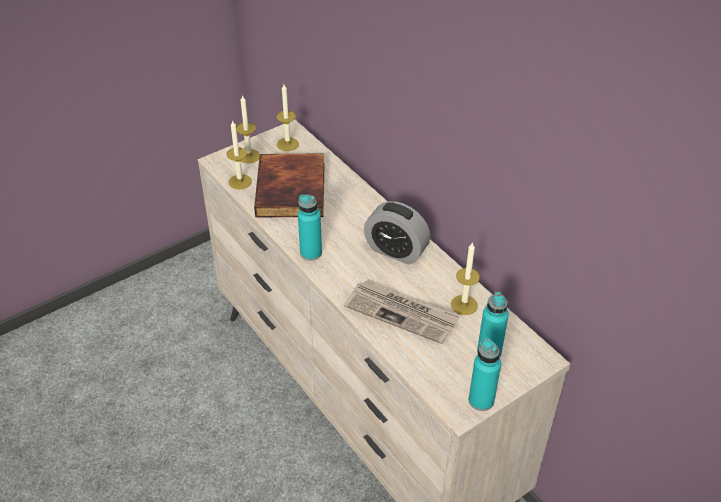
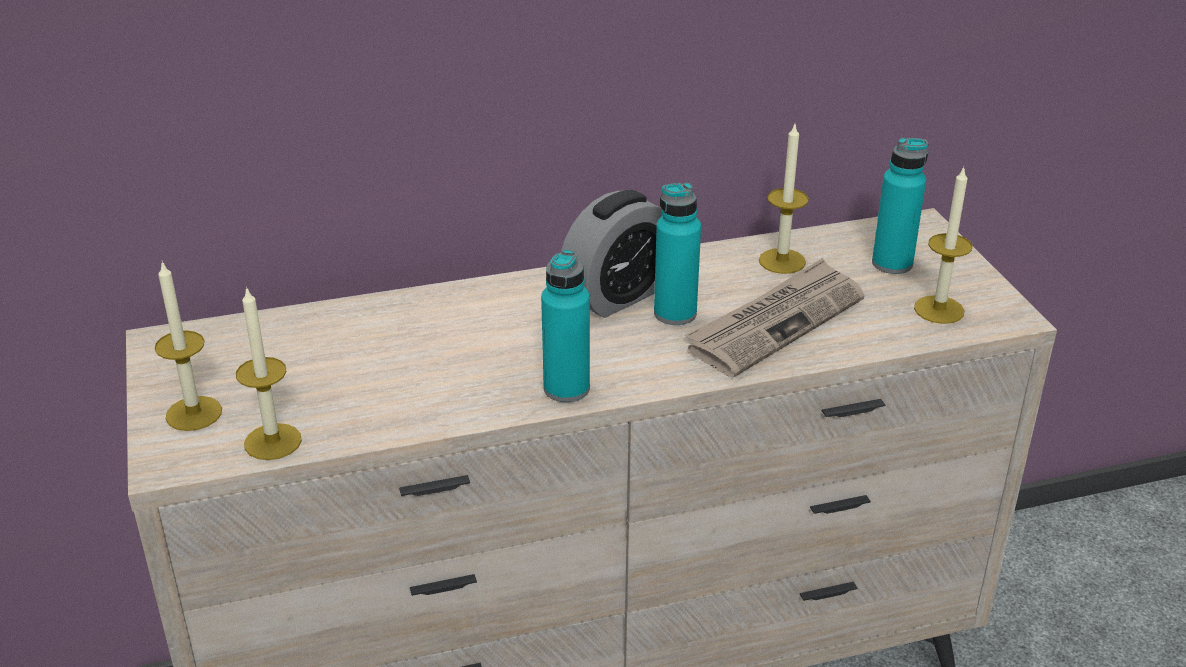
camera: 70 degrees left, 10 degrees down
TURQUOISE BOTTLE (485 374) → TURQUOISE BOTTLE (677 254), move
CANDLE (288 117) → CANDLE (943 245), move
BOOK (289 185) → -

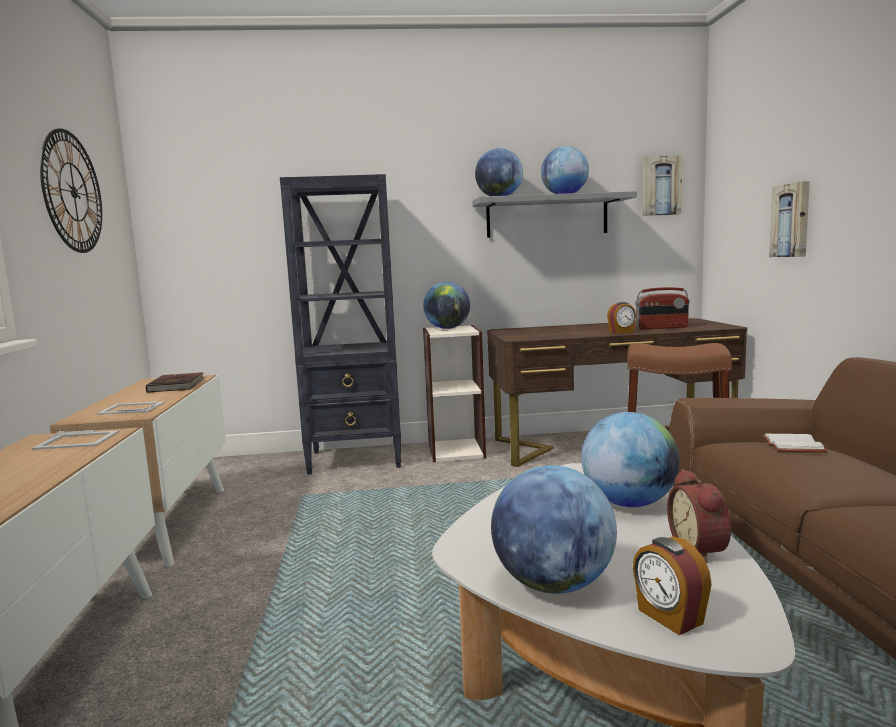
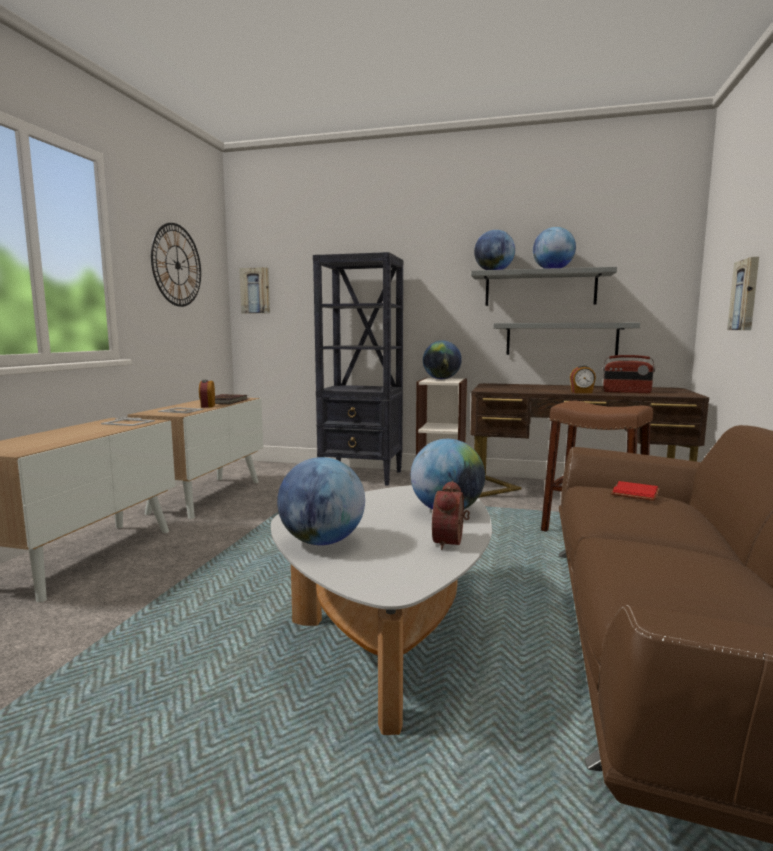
camera: 20 degrees right, 0 degrees up
ALARM CLOCK (672 586) → ALARM CLOCK (207 394), move
PICTURE (662 185) → PICTURE (254 290), move
- → GREY SHELF (567 339)
WHITE BOOK (794 443) → RED BOOK (635 491)

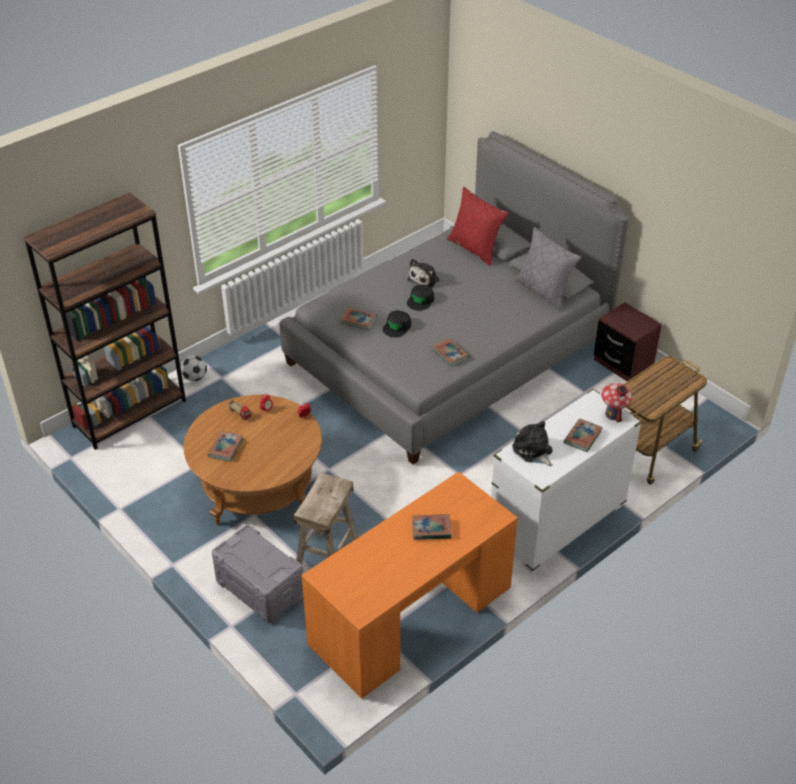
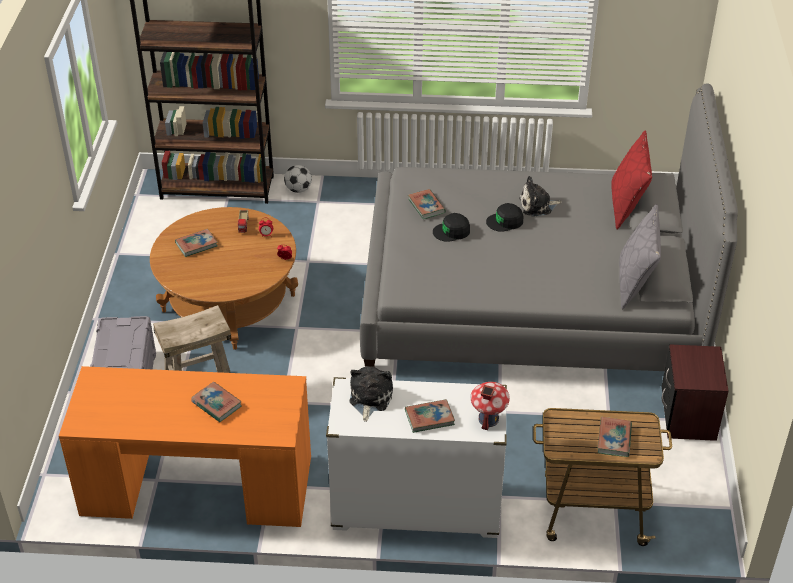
camera: 45 degrees right, 0 degrees up
BOOK (450 353) → BOOK (615 437), move

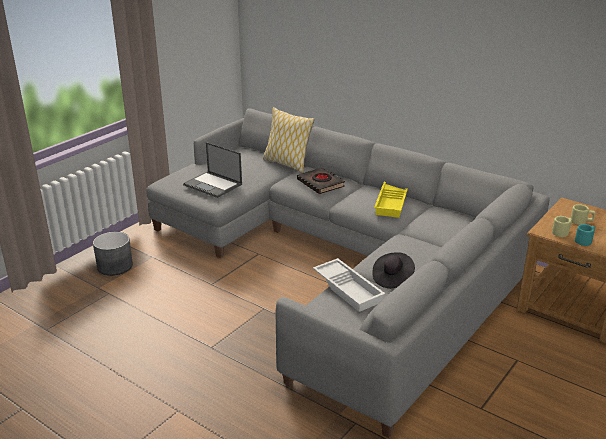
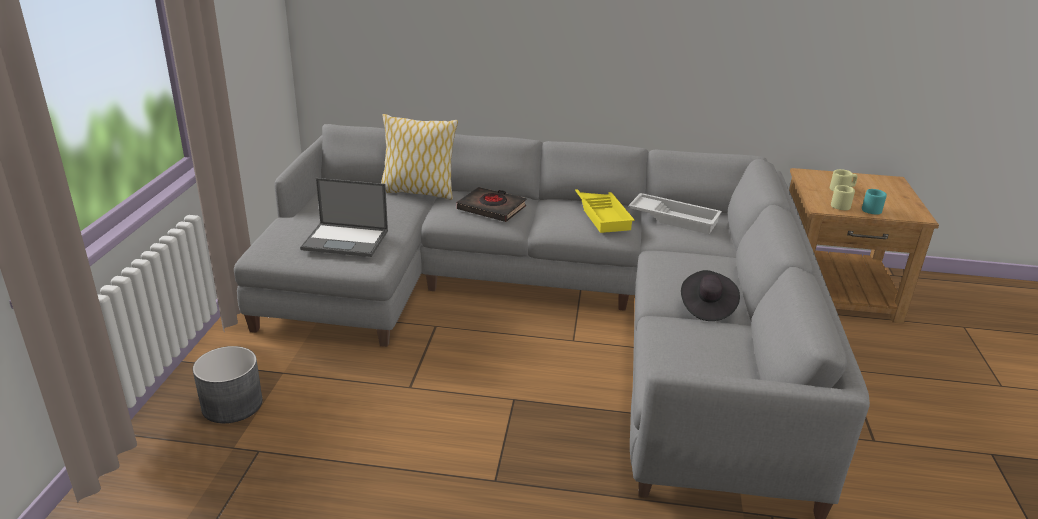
camera: 30 degrees left, 0 degrees up
WHITE TRAY (349 285) → WHITE TRAY (675 213), move

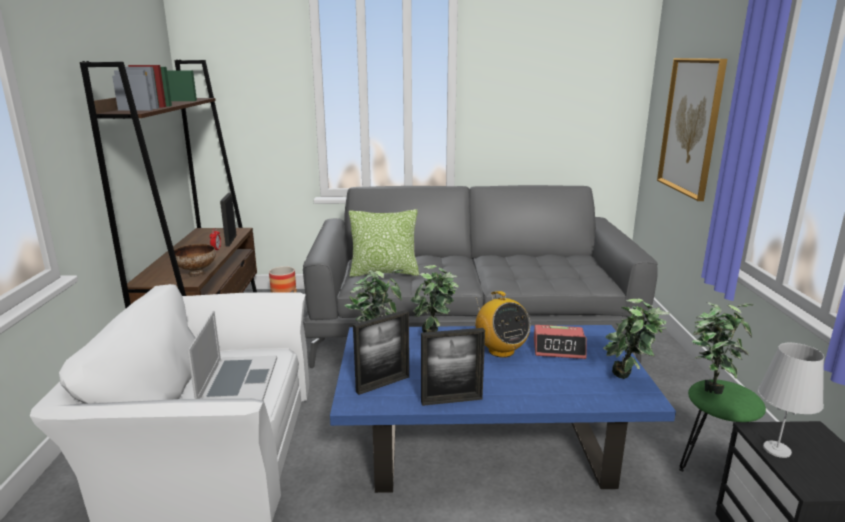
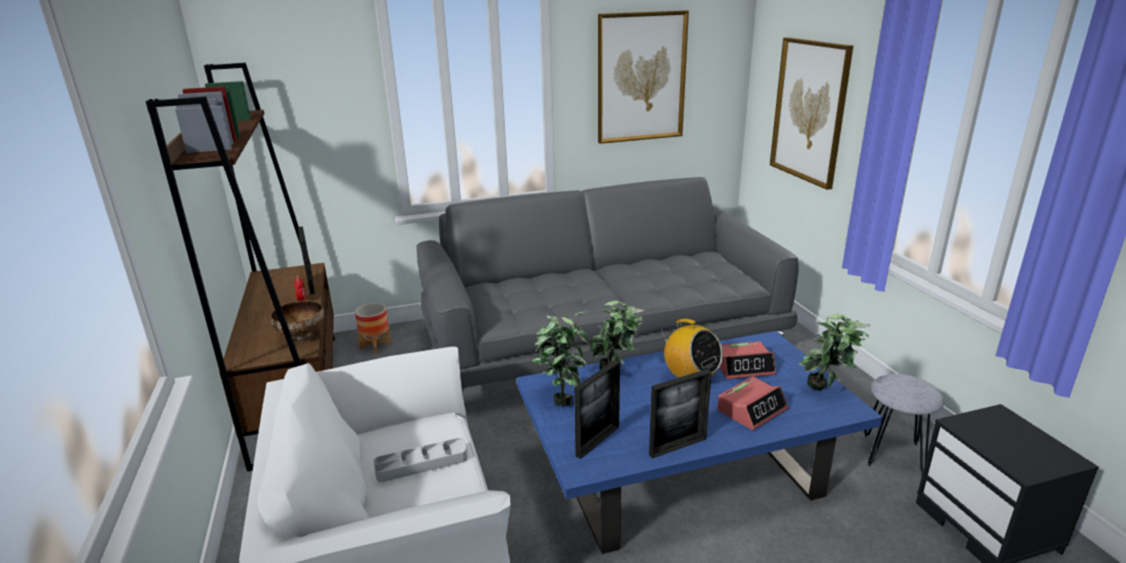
camera: 15 degrees left, 5 degrees up
LAPTOP (232 356) → GREY TRAY (420 460)
- → PICTURE (643 77)
- → ALARM CLOCK (752 403)
GREEN STOOL (722 425) → GREY STOOL (904 424)
PILLOW (384 243) → -
POTTED PLANT (723 348) → -
WHITE TABLE LAMP (791 400) → -

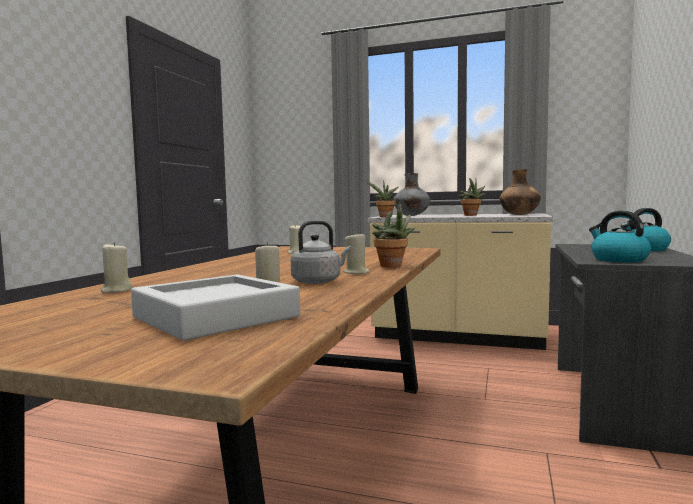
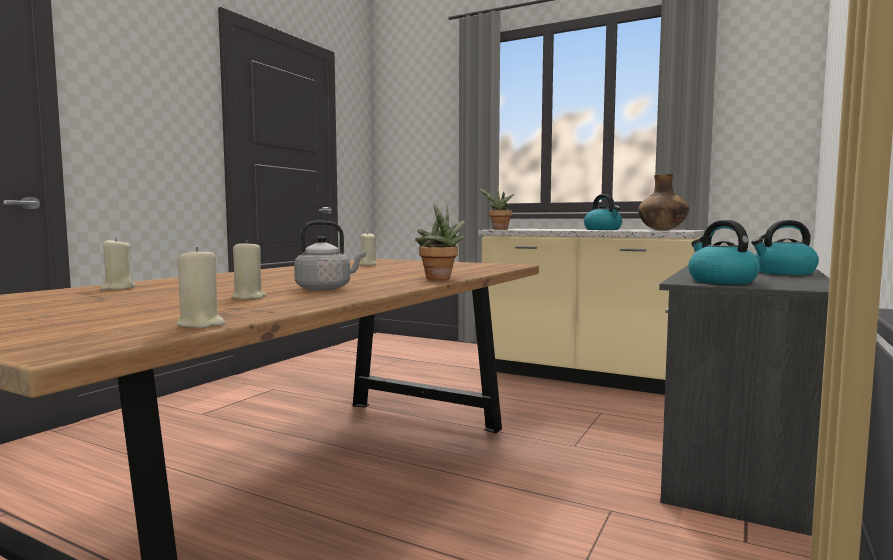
camera: 10 degrees right, 0 degrees up
BEIGE CANDLE (356 253) → BEIGE CANDLE (201 287), move
POTTED PLANT (472 197) → KETTLE (603 212)
GREY TRAY (215 307) → -
GREY VASE (411 194) → -

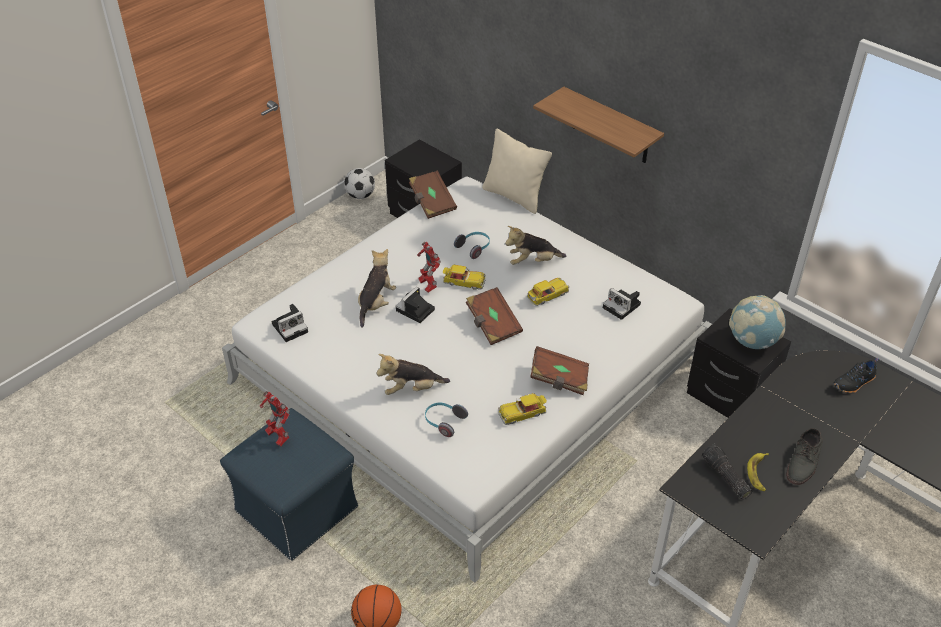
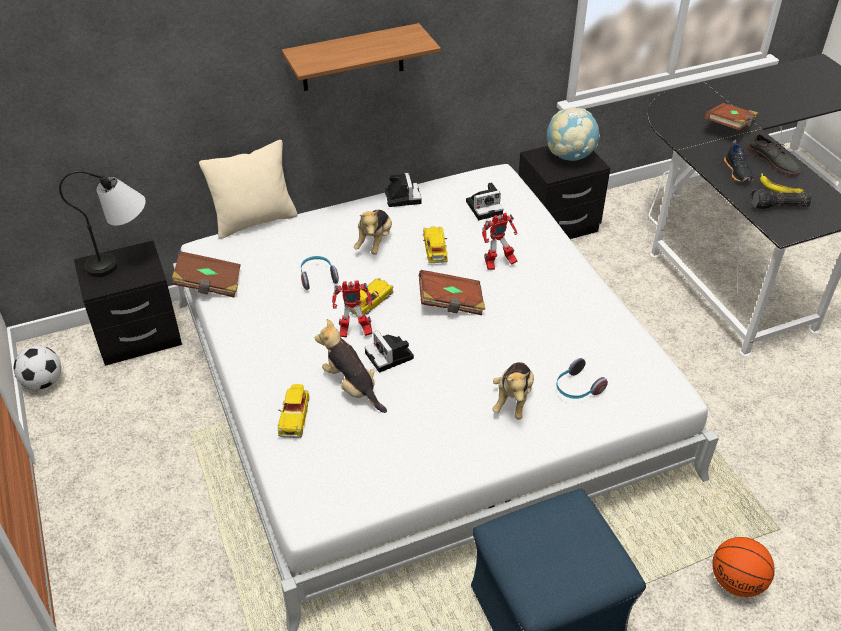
camera: 65 degrees left, 0 degrees up
- → TABLE LAMP (102 224)
TOY CAR (522 409) → TOY CAR (294 411), move
PHOTO CAMERA (290 323) → PHOTO CAMERA (403 190), move
TOY ROBOT (275 418) → TOY ROBOT (500 241), move
BROWN BOOK (559 370) → BROWN BOOK (731 117), move
BLACK SHOE (856 375) → BLACK SHOE (738 161), move

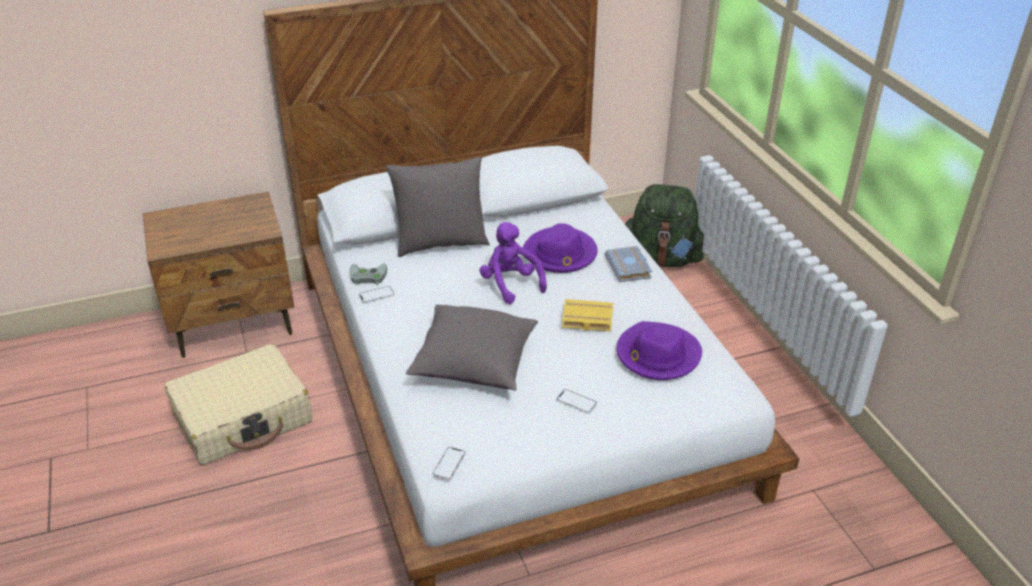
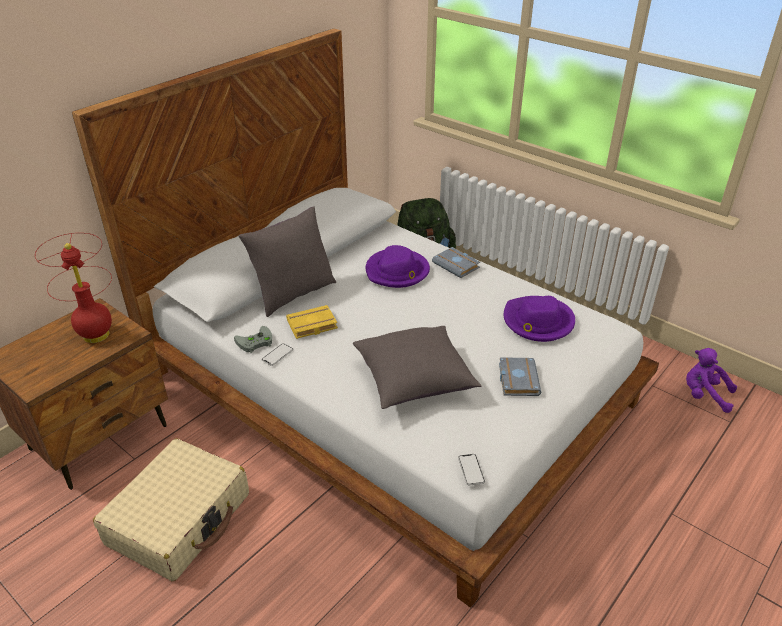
camera: 30 degrees left, 0 degrees up
- → RED TABLE LAMP (73 288)
YELLOW BOOK (587 315) → YELLOW BOOK (312 322), move
PHONE (576 401) → GREY BOOK (520 376)
PURPLE PLUSH TOY (513 263) → PURPLE PLUSH TOY (711 380), move

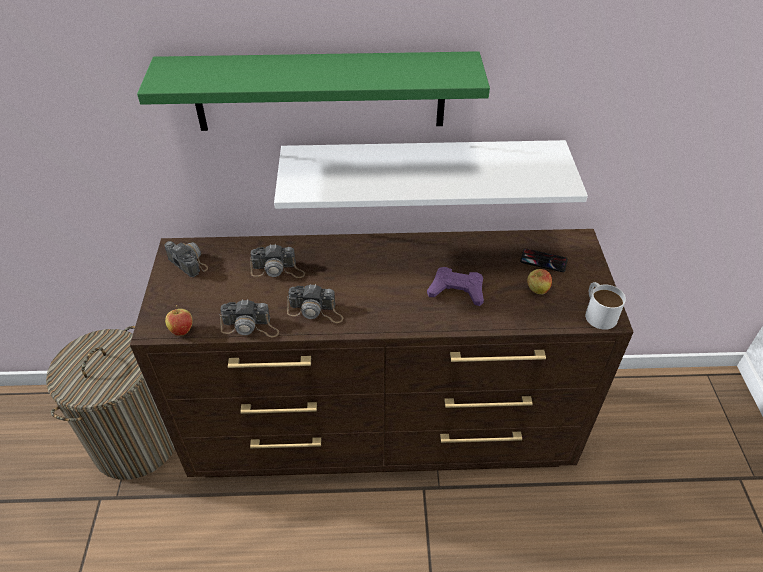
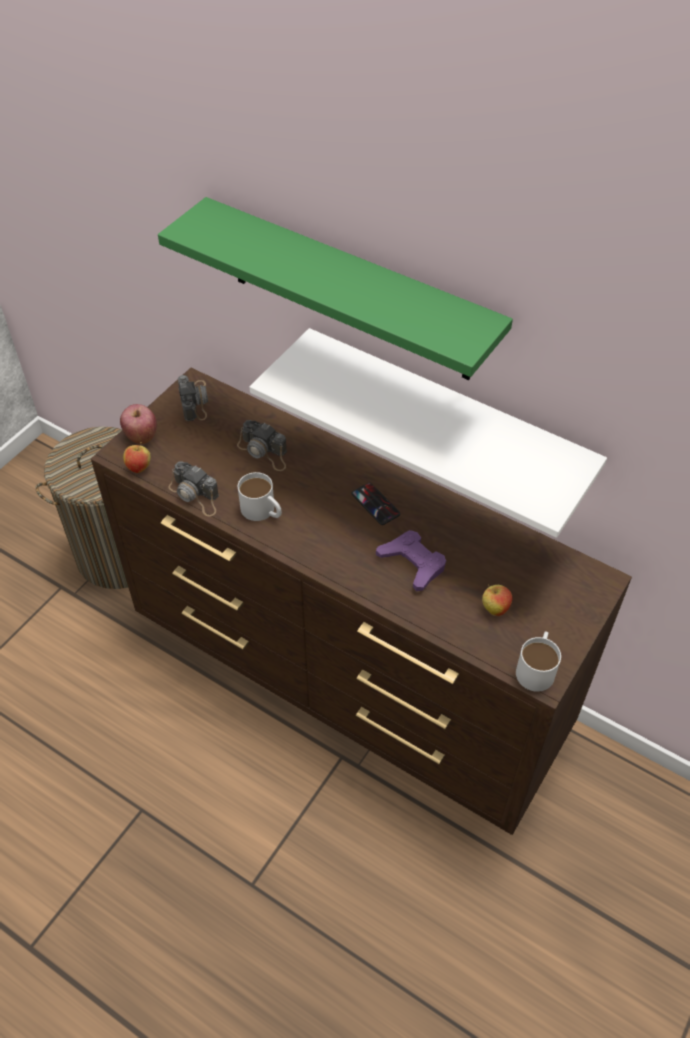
camera: 35 degrees right, 5 degrees up
- → APPLE (138 424)
PHOTO CAMERA (315 303) → WHITE MUG (260 496)
PHONE (544 260) → PHONE (376 504), move

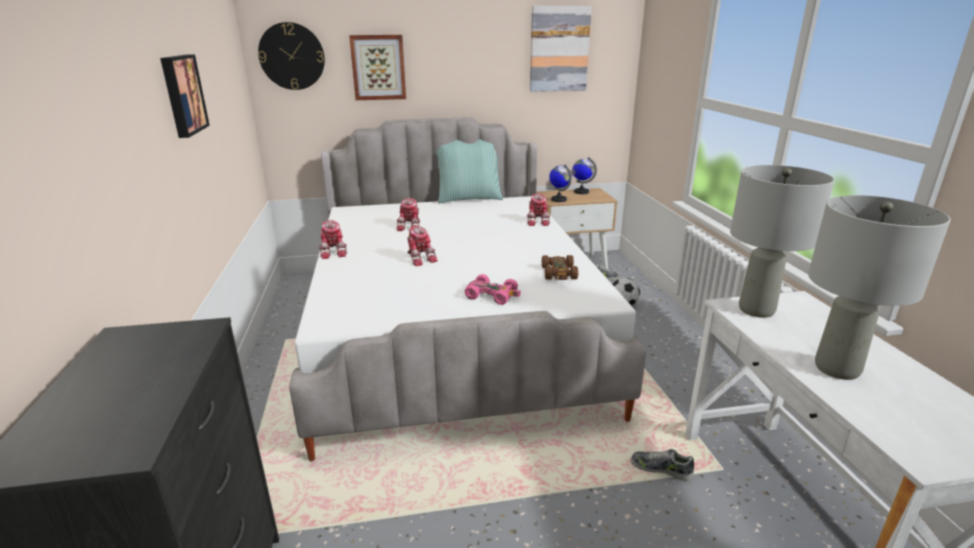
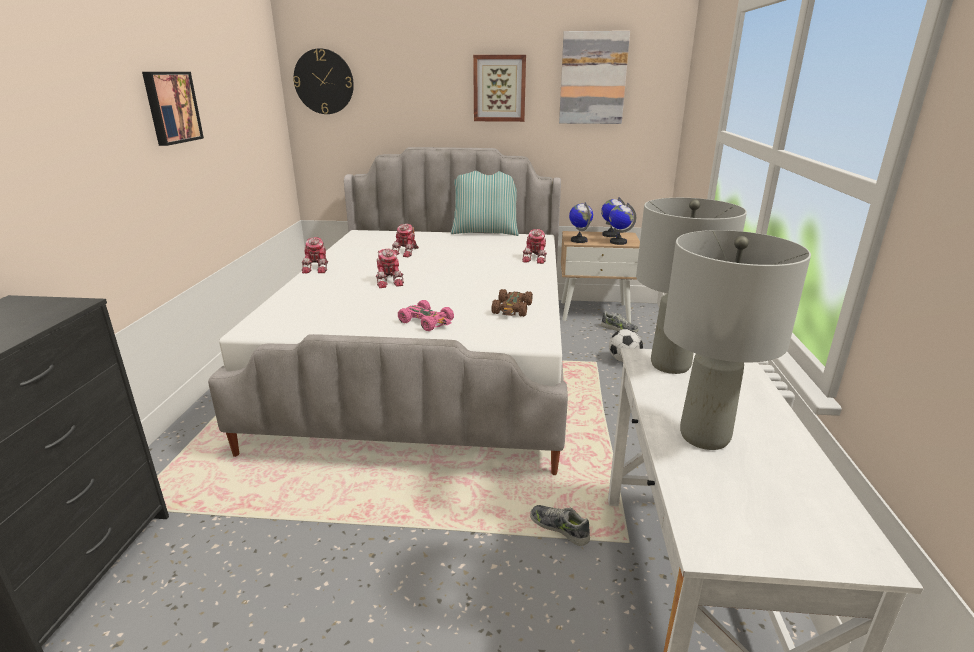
camera: 15 degrees right, 0 degrees up
PICTURE (377 67) → PICTURE (499 88), move
- → GLOBE (622 224)

